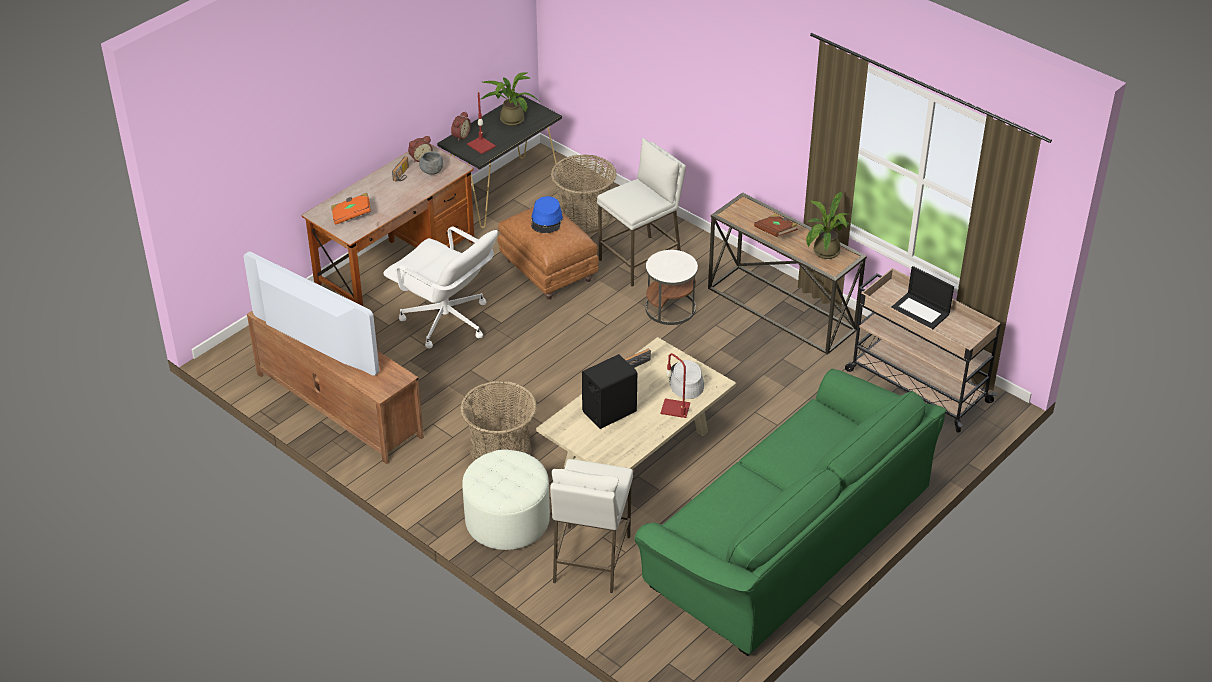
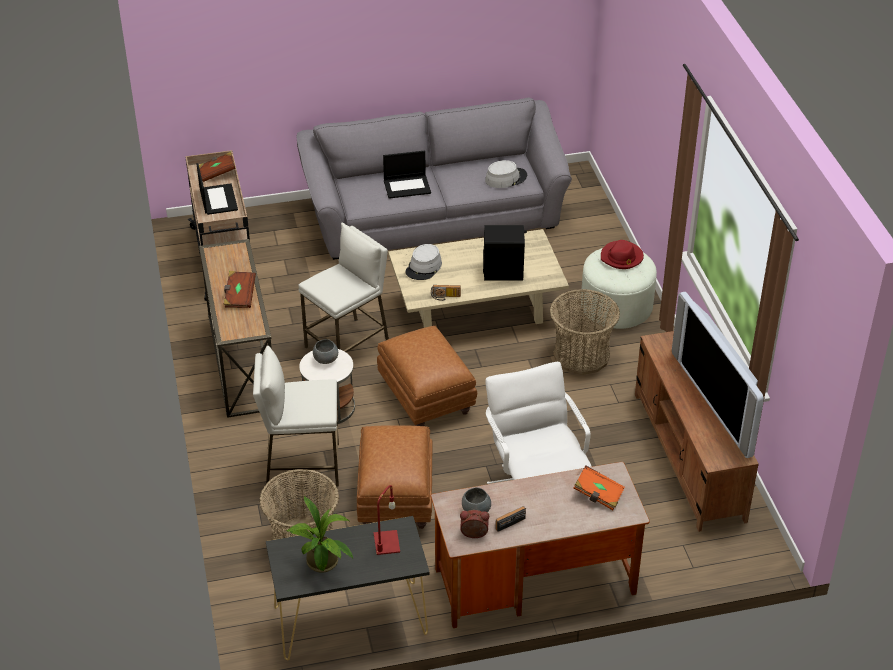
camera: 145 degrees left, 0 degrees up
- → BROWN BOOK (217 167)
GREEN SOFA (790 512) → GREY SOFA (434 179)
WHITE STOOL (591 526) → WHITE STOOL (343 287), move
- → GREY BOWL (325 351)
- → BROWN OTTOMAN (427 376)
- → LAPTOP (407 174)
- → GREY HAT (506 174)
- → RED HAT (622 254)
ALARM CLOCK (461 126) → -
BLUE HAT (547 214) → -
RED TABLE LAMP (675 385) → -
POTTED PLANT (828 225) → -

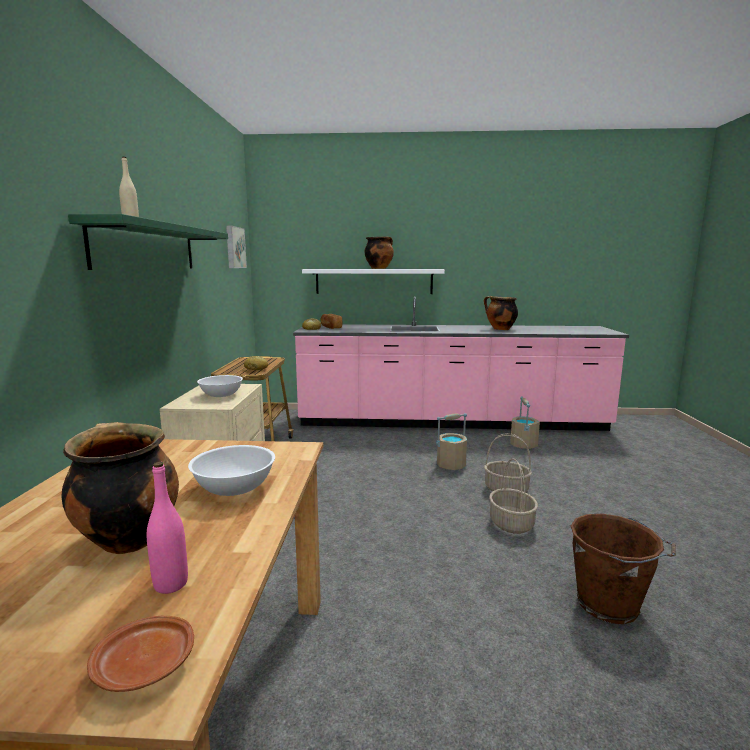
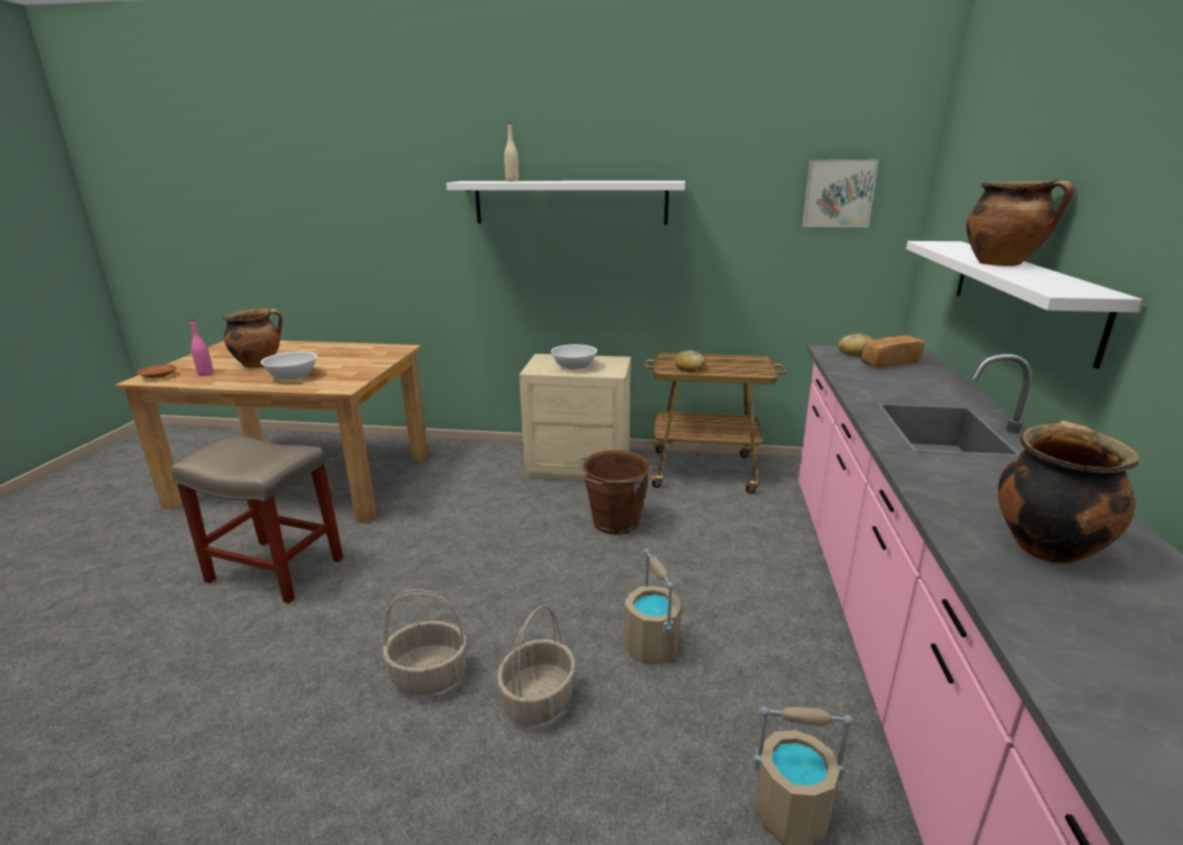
camera: 95 degrees right, 10 degrees up
- → BEIGE STOOL (257 519)
GREEN SHELF (148 242) → WHITE SHELF (565 203)
BROWN BUCKET (623 569) → BROWN BUCKET (615 492), move

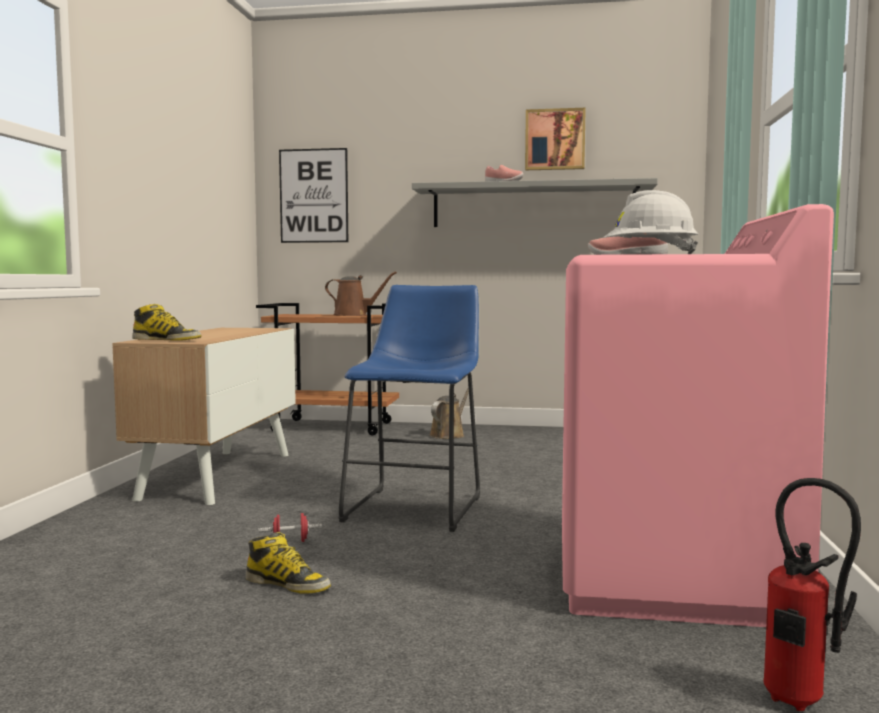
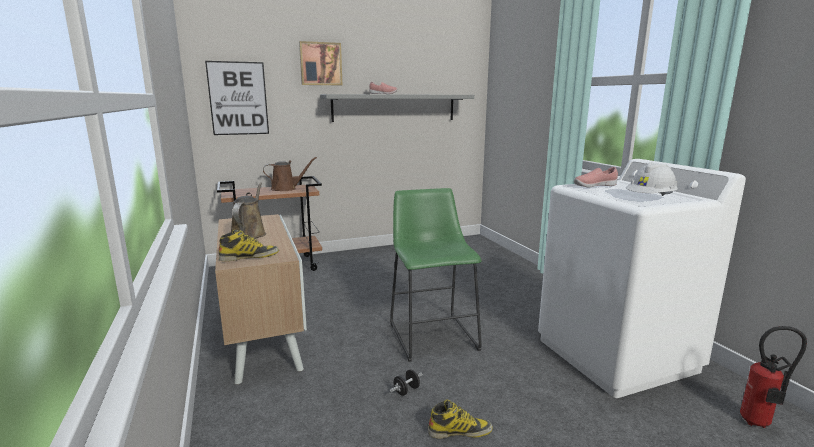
camera: 30 degrees left, 10 degrees up
BROWN WATERING CAN (449 413) → BROWN WATERING CAN (248 210), move
PICTURE (555 139) → PICTURE (320 63), move
RED DUMBBELL (290 527) → BLACK DUMBBELL (405 383)
BLUE STOOL (409 408) → GREEN STOOL (436 275)
PINK WASHING MACHINE (698 415) → WHITE WASHING MACHINE (642 278)

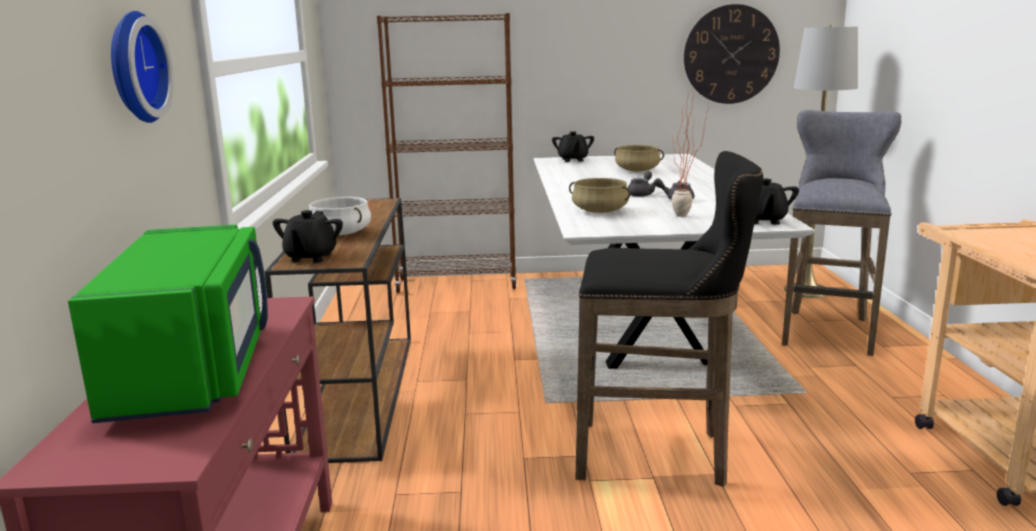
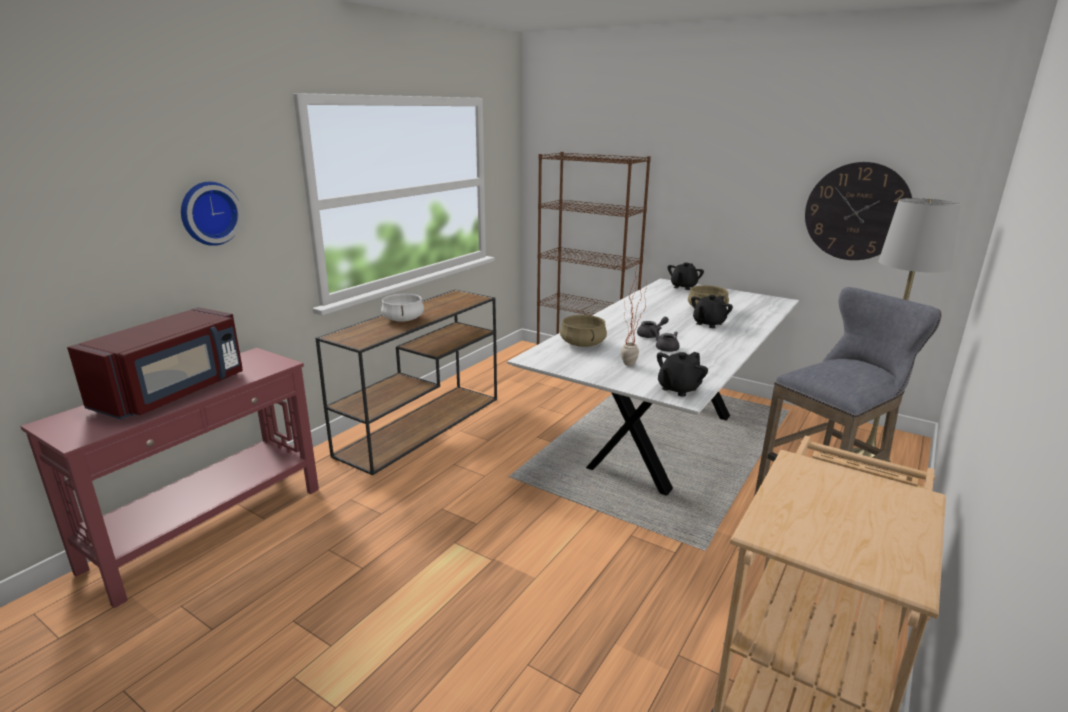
camera: 35 degrees right, 5 degrees up
GREEN MICROWAVE (168 323) → RED MICROWAVE (155 363)
BLACK TEAPOT (308 236) → BLACK TEAPOT (712 311), move
BLACK STOOL (669 319) → -

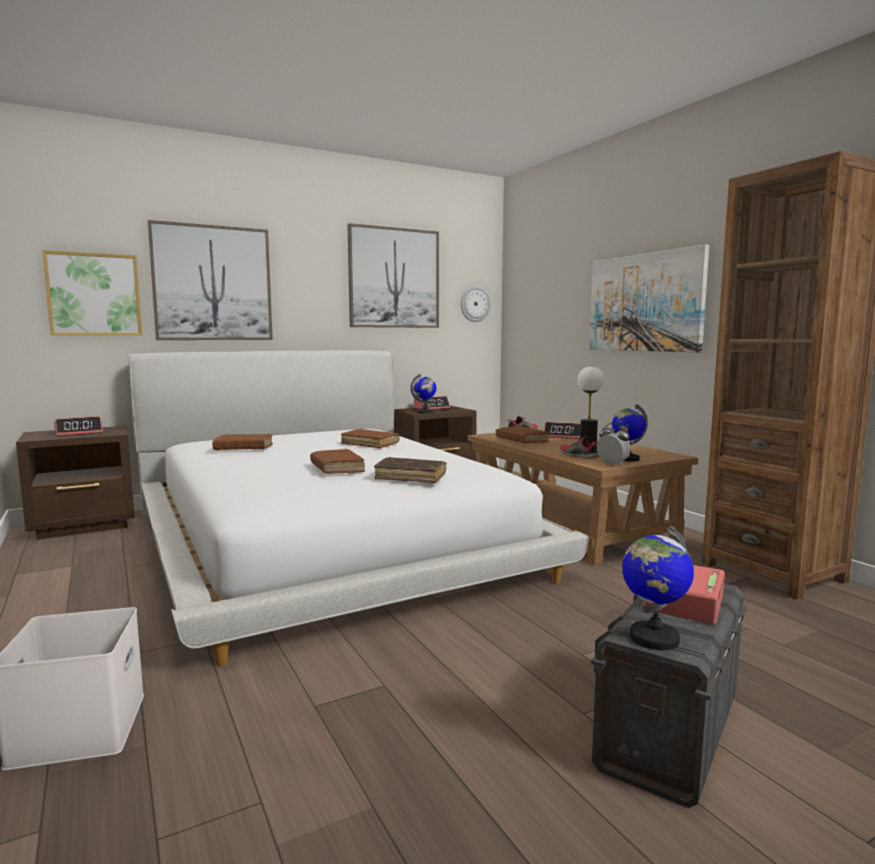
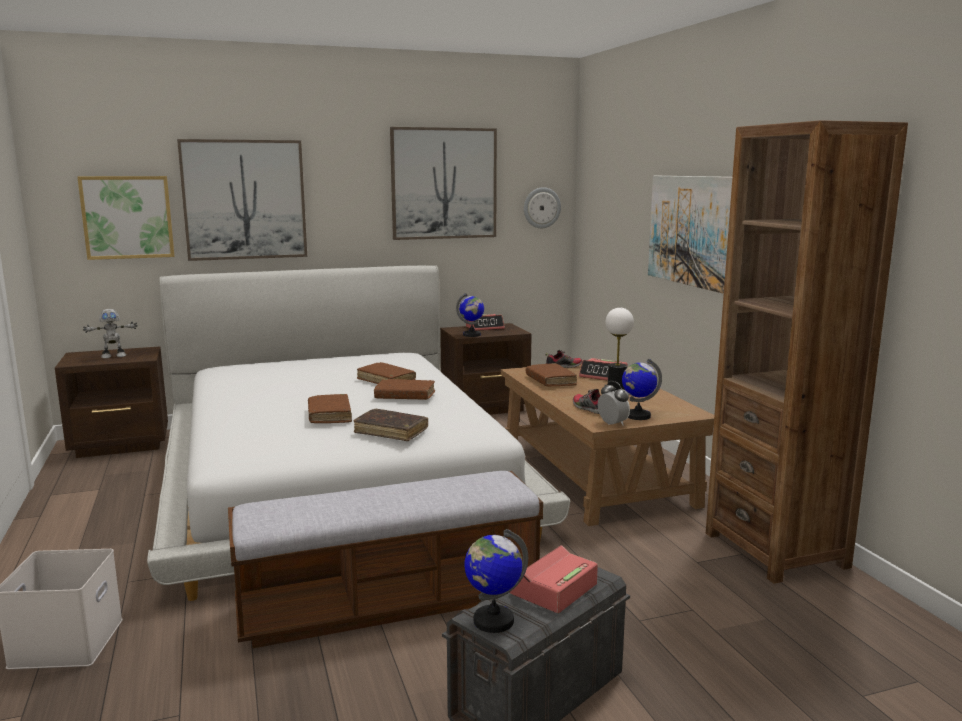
camera: 10 degrees right, 5 degrees up
ALARM CLOCK (78 426) → TOY ROBOT (110 334)
- → BENCH (385 560)
BROWN BOOK (242 442) → BROWN BOOK (404 389), move

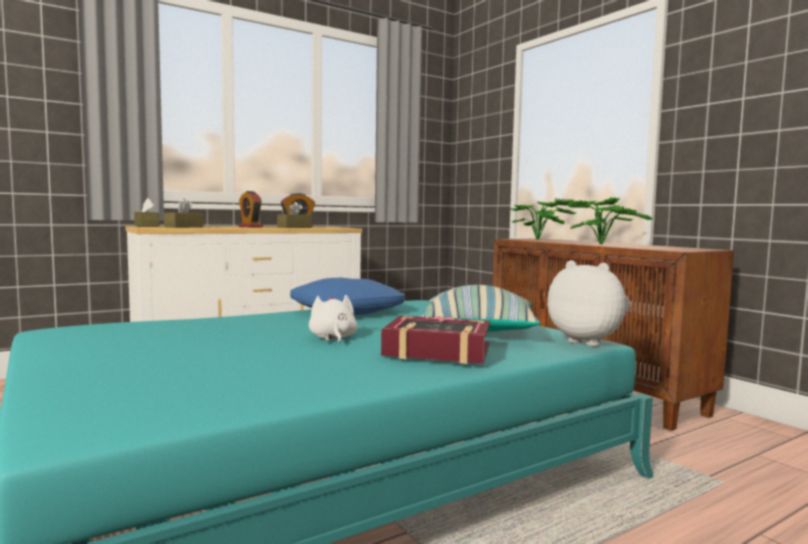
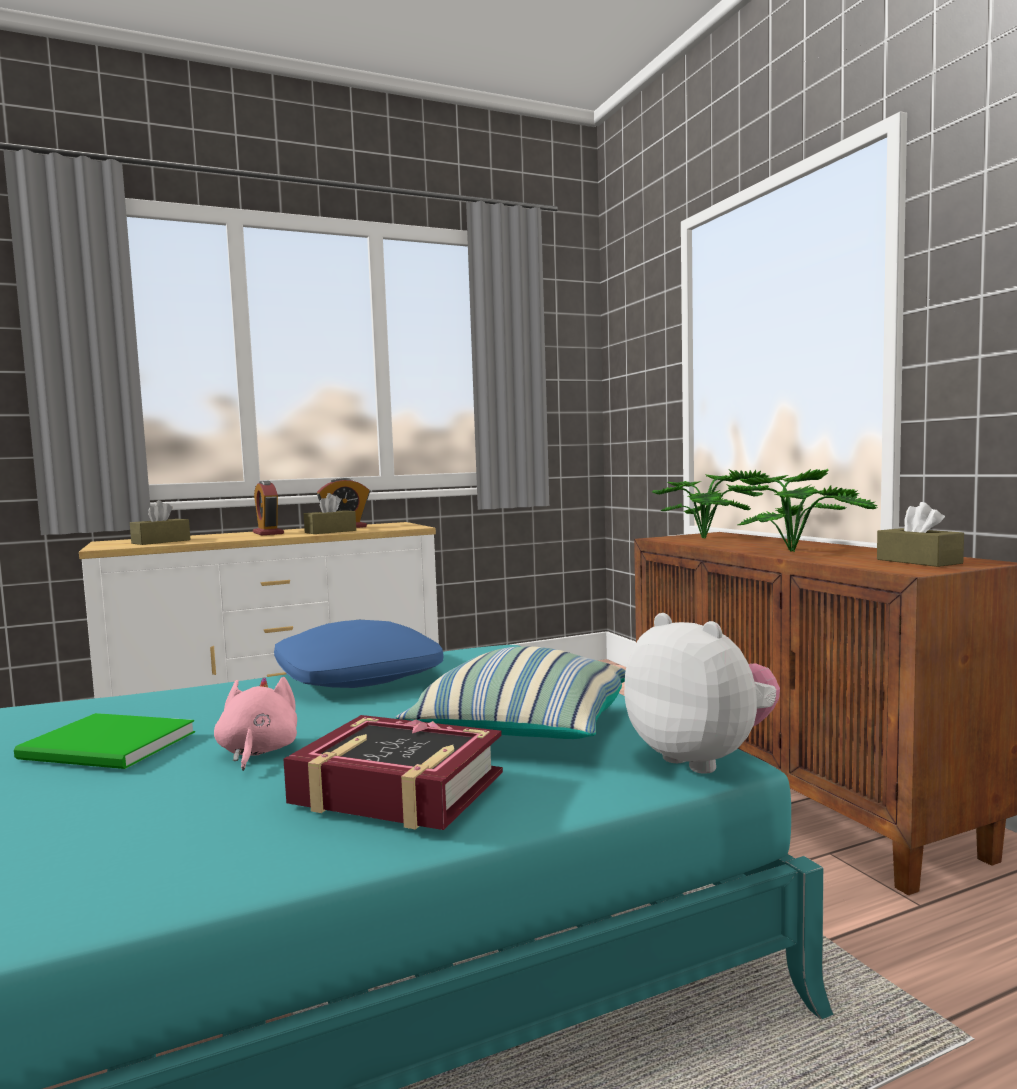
camera: 10 degrees right, 0 degrees up
- → GREEN BOOK (104 741)
WHITE PLUSH TOY (333 319) → PINK PLUSH TOY (255 724)
BROWN TISSUE BOX (146 212) → BROWN TISSUE BOX (920 534), move

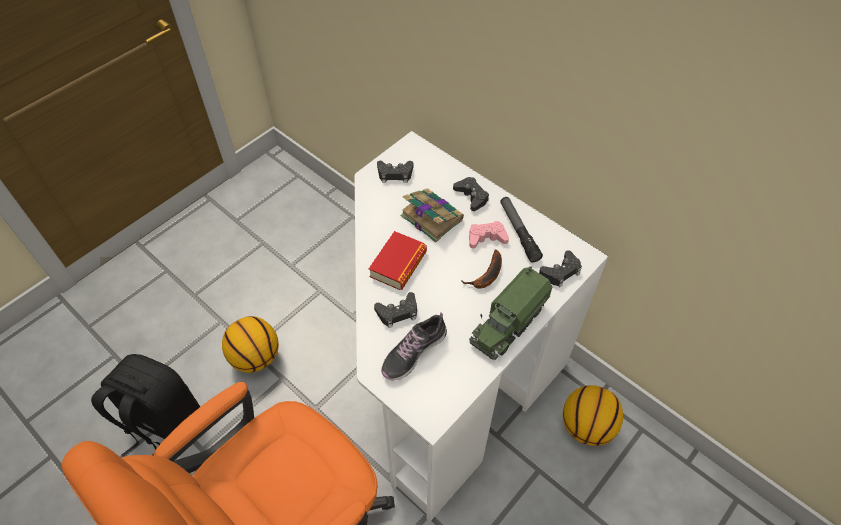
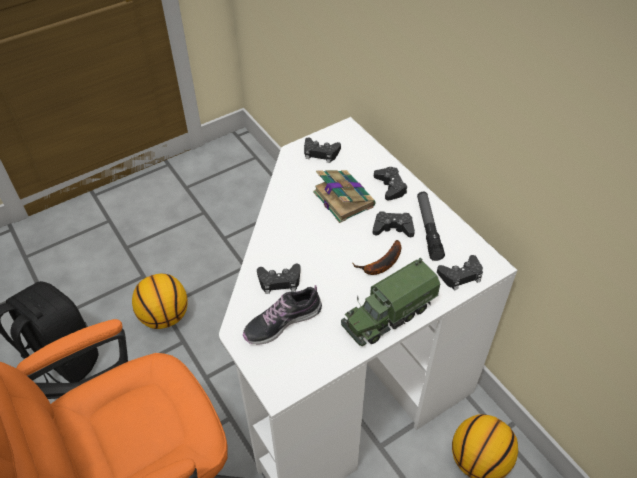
camera: 15 degrees right, 5 degrees down
PINK GAME CONTROLLER (489 234) → BLACK GAME CONTROLLER (394 224)
BOOK (398 260) → -

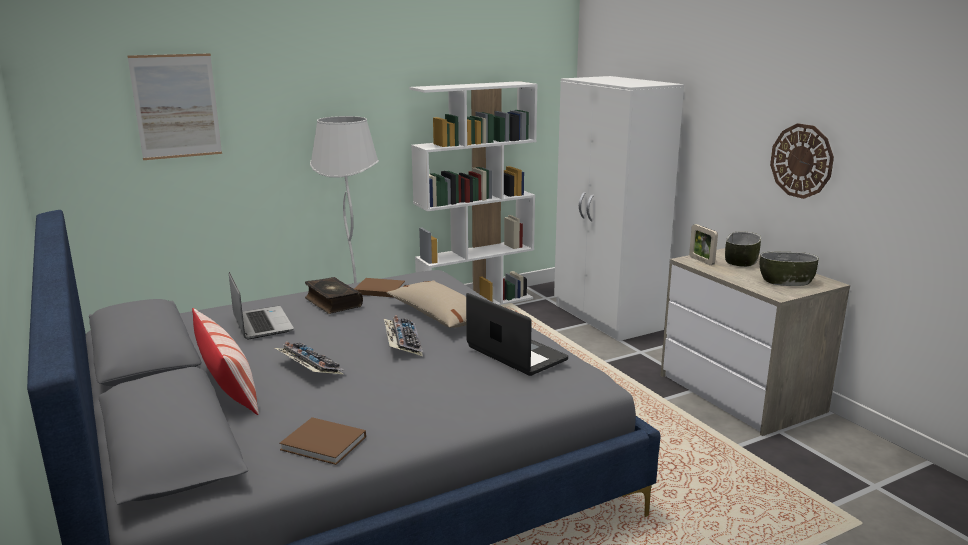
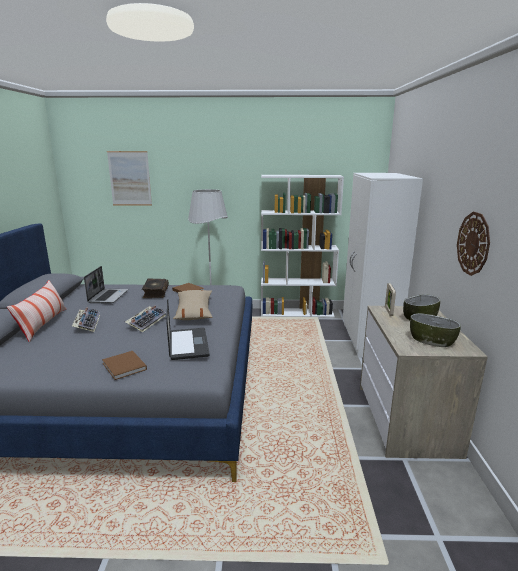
camera: 30 degrees right, 0 degrees up
BROWN BOOK (322 441) → BROWN BOOK (124 365), move

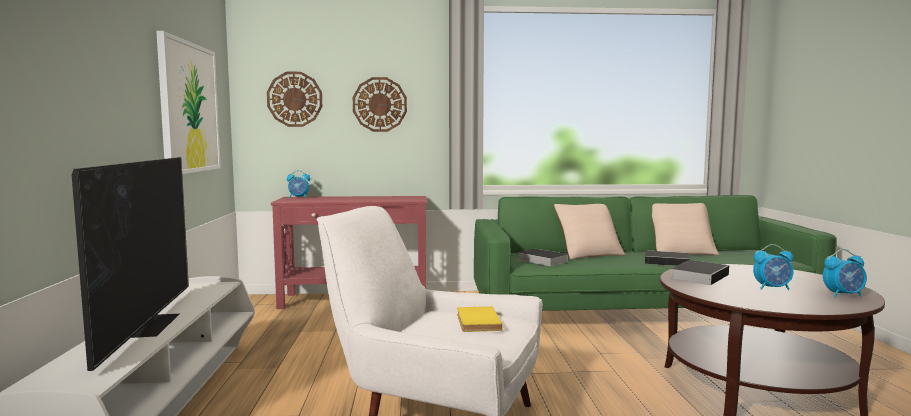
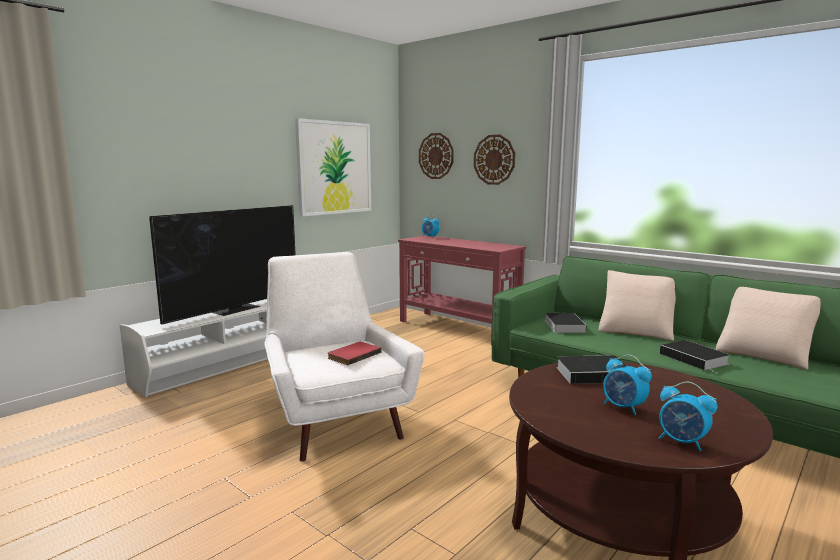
camera: 45 degrees right, 5 degrees up
YELLOW BOOK (480 319) → RED BOOK (355 353)

